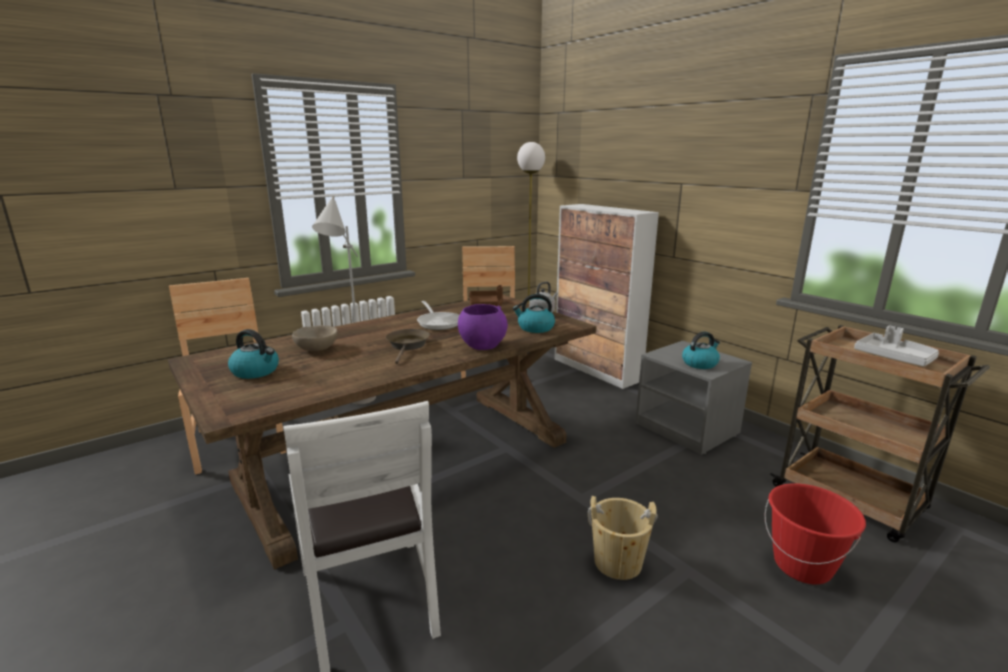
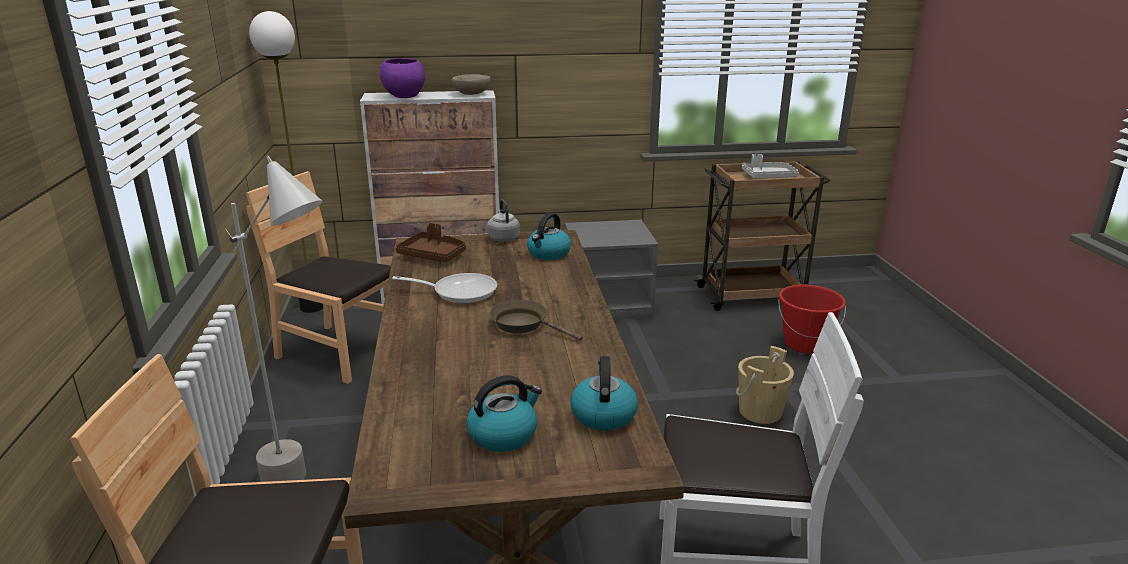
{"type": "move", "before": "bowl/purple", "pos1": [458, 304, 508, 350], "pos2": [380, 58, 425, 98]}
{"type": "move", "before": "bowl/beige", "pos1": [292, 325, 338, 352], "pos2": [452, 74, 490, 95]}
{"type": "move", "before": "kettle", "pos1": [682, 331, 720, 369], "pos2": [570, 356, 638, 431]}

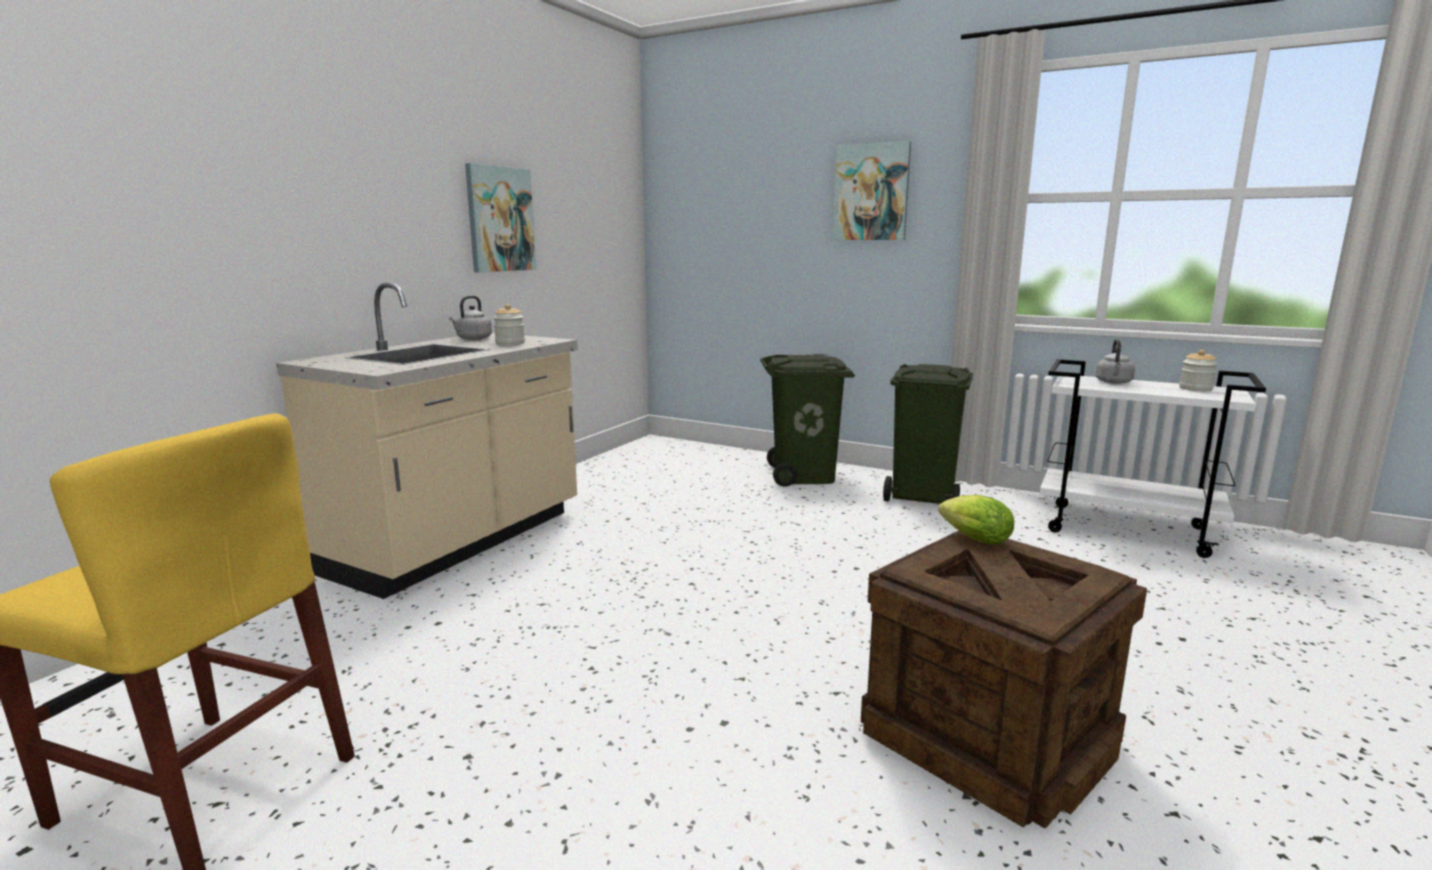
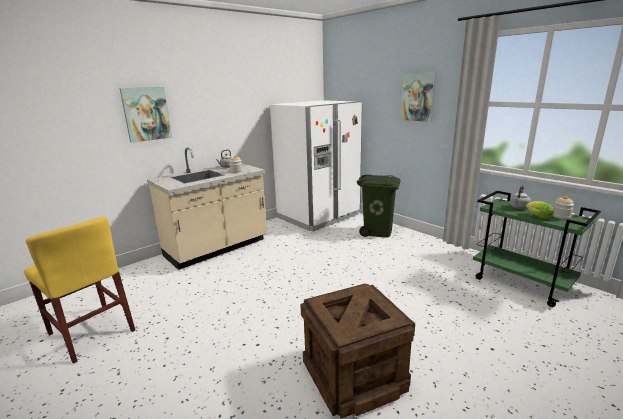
{"type": "move", "before": "picture", "pos1": [465, 163, 536, 272], "pos2": [120, 87, 172, 143]}
{"type": "recolor", "before": "cart/white", "after": "cart/green", "pos1": [1040, 359, 1266, 558], "pos2": [473, 191, 601, 307]}
{"type": "delete", "before": "trash can/green", "pos1": [883, 364, 973, 504]}
{"type": "move", "before": "lettuce", "pos1": [938, 495, 1014, 545], "pos2": [526, 201, 554, 219]}
{"type": "insert", "after": "fridge/white", "pos2": [270, 100, 362, 232]}

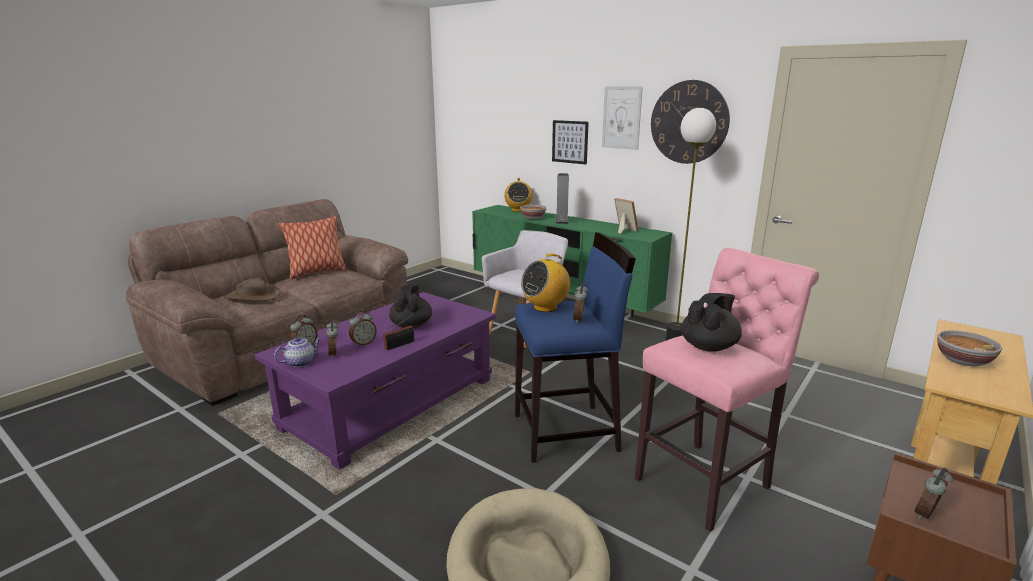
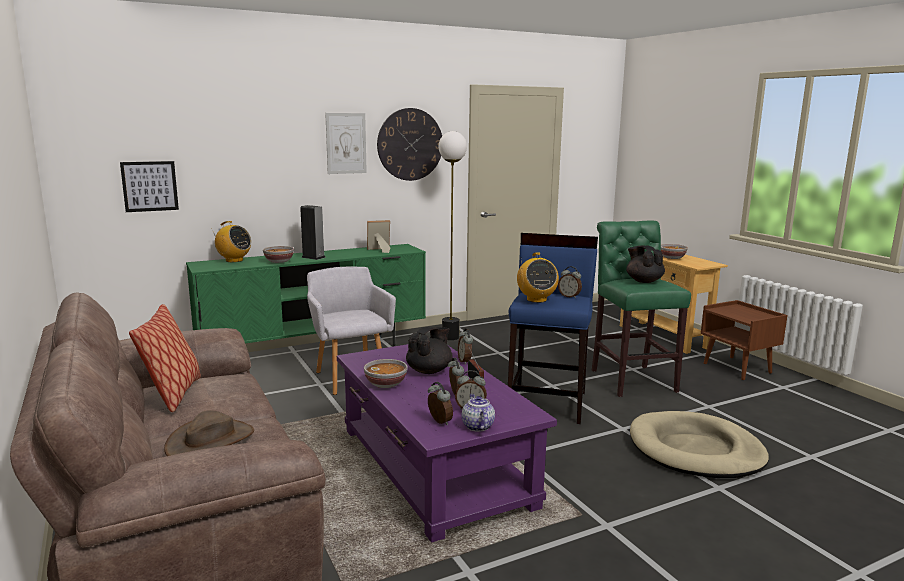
{"type": "move", "before": "picture", "pos1": [552, 120, 589, 164], "pos2": [120, 161, 179, 212]}
{"type": "recolor", "before": "stool/pink", "after": "stool/green", "pos1": [635, 248, 819, 532], "pos2": [592, 221, 691, 397]}
{"type": "rotate", "before": "teapot/black", "pos1": [389, 284, 432, 328], "pos2": [406, 327, 453, 374], "turn": 105}
{"type": "move", "before": "alarm clock", "pos1": [915, 467, 953, 519], "pos2": [458, 328, 473, 365]}
{"type": "insert", "after": "bowl", "pos2": [364, 359, 408, 388]}

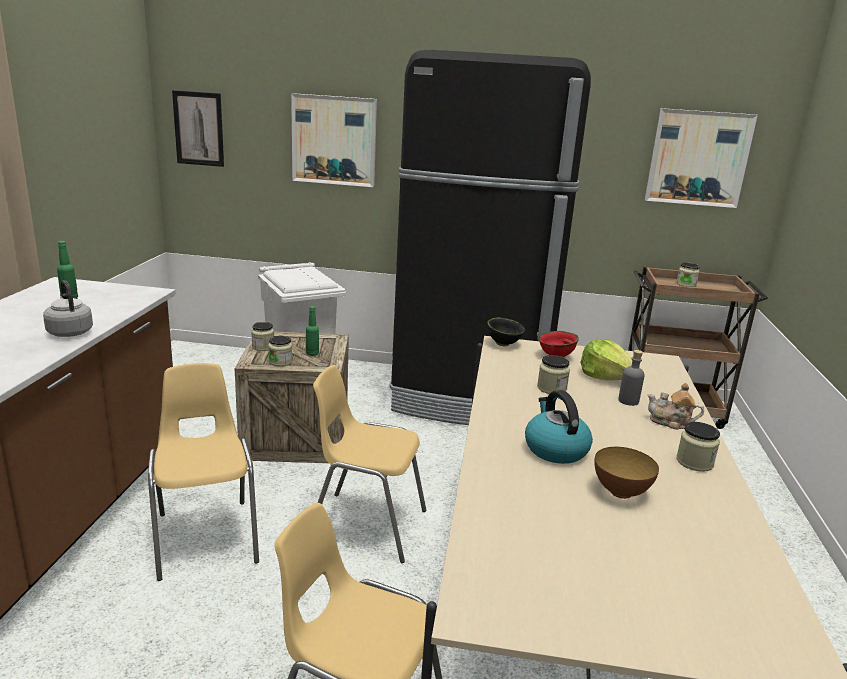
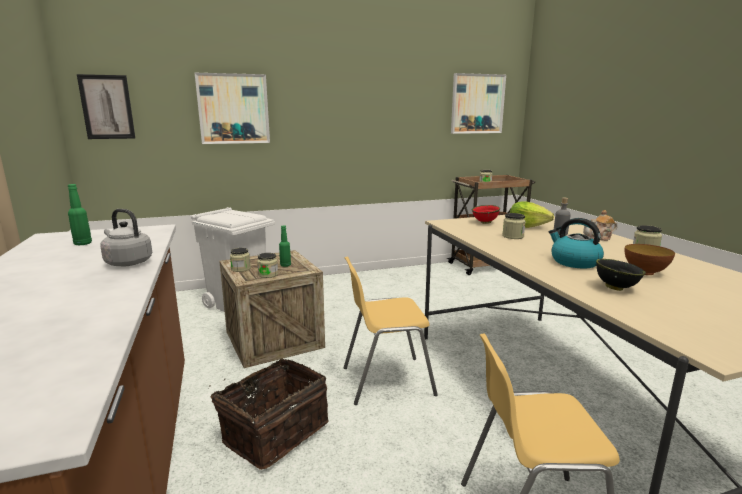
{"type": "delete", "before": "fridge/black", "pos1": [389, 50, 591, 425]}
{"type": "move", "before": "bowl/black", "pos1": [487, 317, 525, 346], "pos2": [596, 259, 646, 291]}
{"type": "replace", "before": "chair/yellow", "after": "basket", "pos1": [148, 363, 259, 581], "pos2": [208, 359, 328, 470]}

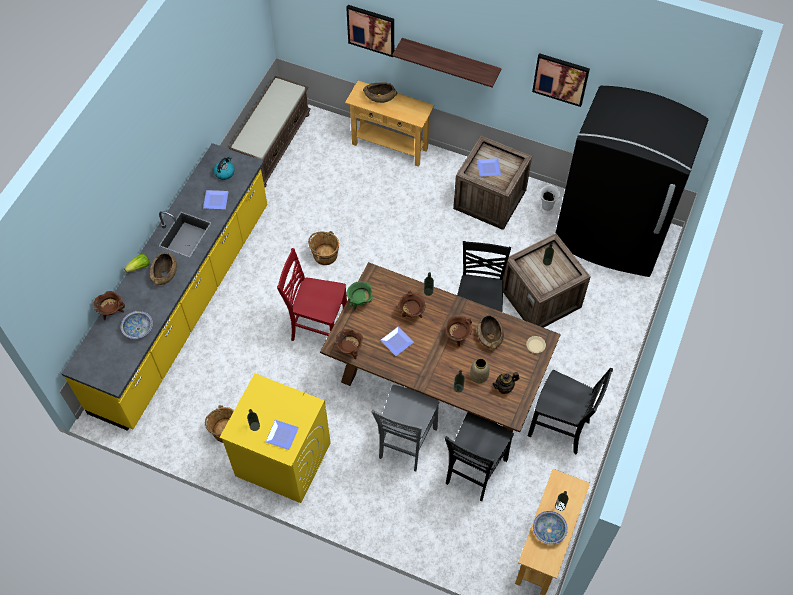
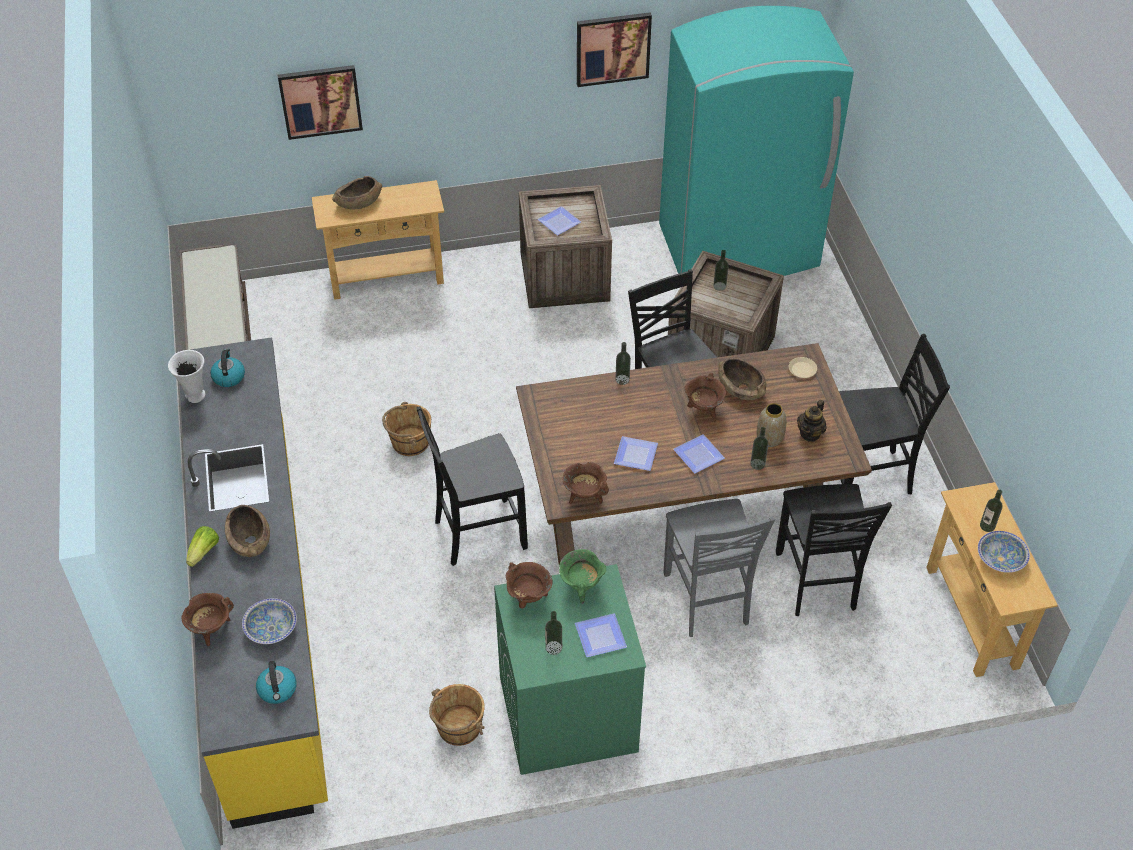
{"type": "delete", "before": "shelf", "pos1": [392, 38, 502, 88]}
{"type": "recolor", "before": "fridge/black", "after": "fridge/turquoise", "pos1": [556, 86, 708, 277], "pos2": [659, 6, 854, 276]}
{"type": "move", "before": "vase/white", "pos1": [540, 185, 560, 214], "pos2": [168, 350, 206, 403]}
{"type": "move", "before": "plate", "pos1": [203, 190, 229, 209], "pos2": [673, 434, 725, 473]}
{"type": "recolor", "before": "chair/red", "after": "chair/black", "pos1": [277, 248, 347, 341], "pos2": [417, 406, 528, 566]}
{"type": "move", "before": "cooking pot/green", "pos1": [347, 281, 373, 311], "pos2": [559, 549, 606, 604]}
{"type": "move", "before": "cooking pot/brown", "pos1": [398, 291, 425, 318], "pos2": [506, 562, 552, 609]}
{"type": "recolor", "before": "washing machine/yellow", "after": "washing machine/green", "pos1": [219, 374, 331, 503], "pos2": [494, 564, 646, 775]}
{"type": "insert", "after": "kettle", "pos2": [256, 661, 297, 704]}

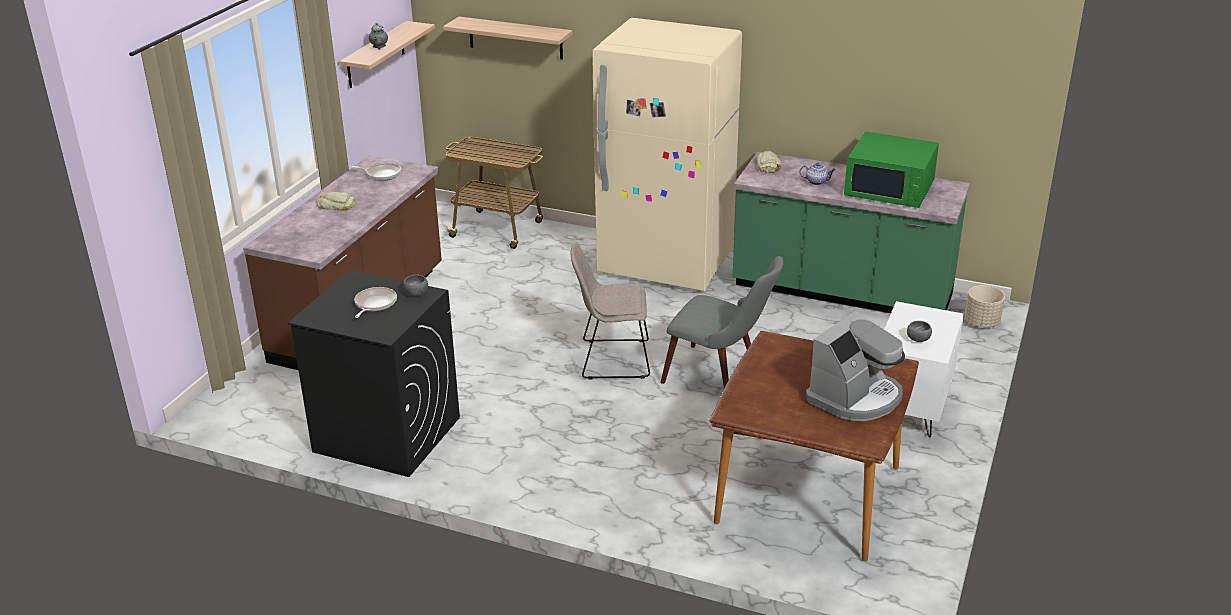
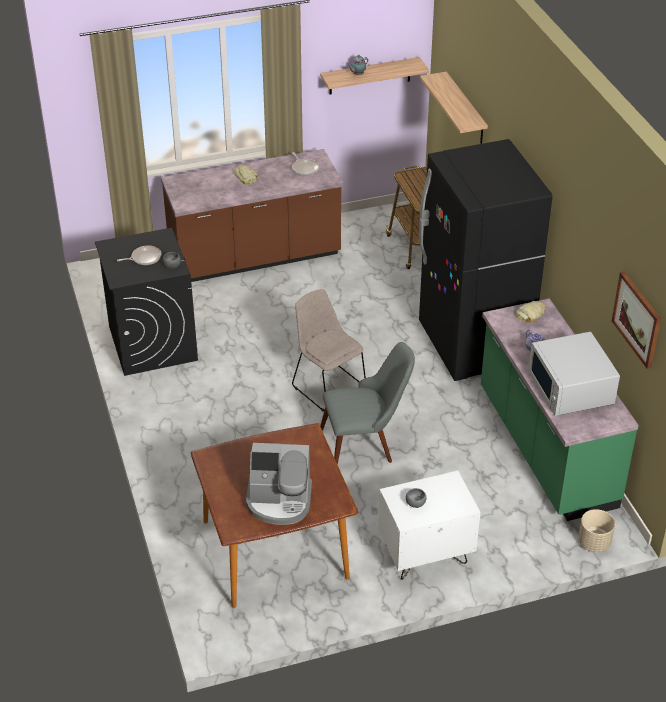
{"type": "recolor", "before": "fridge/beige", "after": "fridge/black", "pos1": [592, 18, 742, 291], "pos2": [419, 139, 552, 381]}
{"type": "recolor", "before": "microwave/green", "after": "microwave/white", "pos1": [844, 132, 939, 208], "pos2": [528, 332, 620, 416]}
{"type": "rotate", "before": "chair/grey", "pos1": [660, 256, 783, 388], "pos2": [320, 342, 415, 465], "turn": -90}
{"type": "insert", "after": "picture", "pos2": [612, 271, 661, 369]}

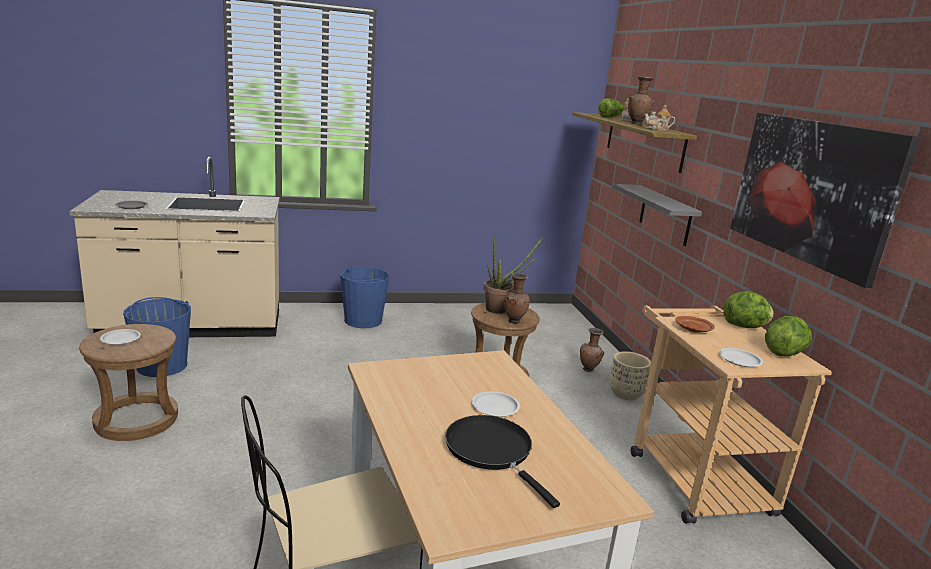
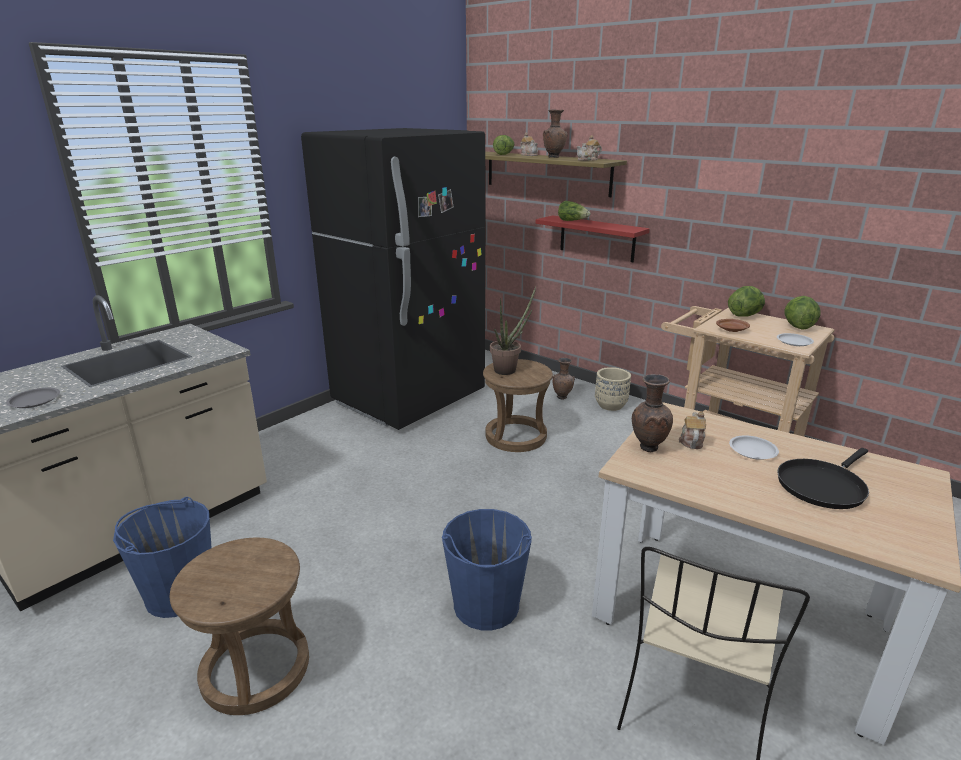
{"type": "delete", "before": "picture", "pos1": [730, 113, 920, 288]}
{"type": "recolor", "before": "shelf/grey", "after": "shelf/red", "pos1": [612, 184, 702, 246], "pos2": [536, 215, 650, 262]}
{"type": "move", "before": "bucket/blue", "pos1": [340, 265, 390, 328], "pos2": [442, 509, 532, 630]}
{"type": "move", "before": "vase/brown", "pos1": [504, 273, 530, 324], "pos2": [632, 374, 673, 452]}
{"type": "delete", "before": "plate/white", "pos1": [100, 329, 141, 345]}
{"type": "rotate", "before": "frying pan/black", "pos1": [445, 415, 560, 508], "pos2": [778, 448, 869, 509], "turn": -60}
{"type": "insert", "after": "fridge/black", "pos2": [301, 128, 485, 430]}
{"type": "insert", "after": "lettuce", "pos2": [558, 201, 590, 221]}
{"type": "insert", "after": "teapot", "pos2": [679, 411, 706, 449]}

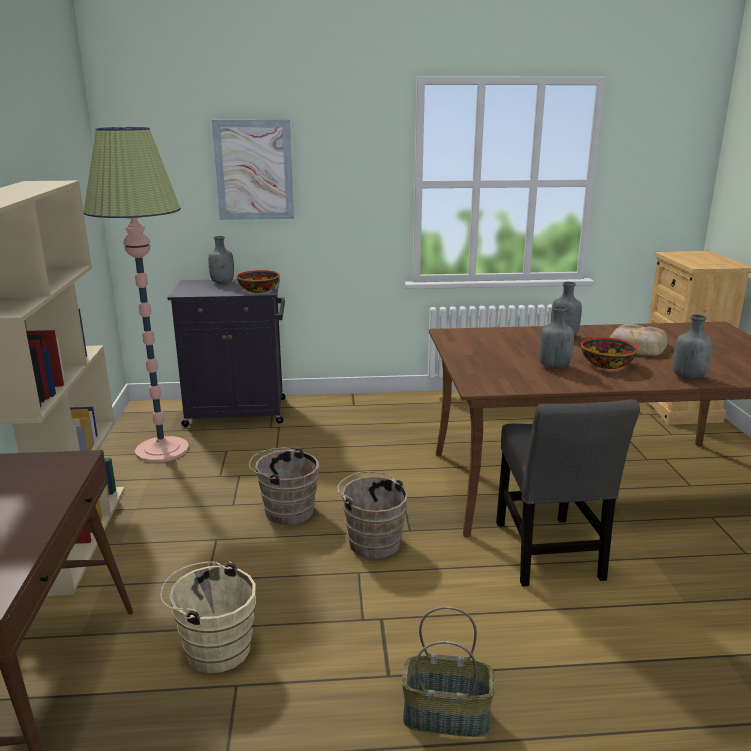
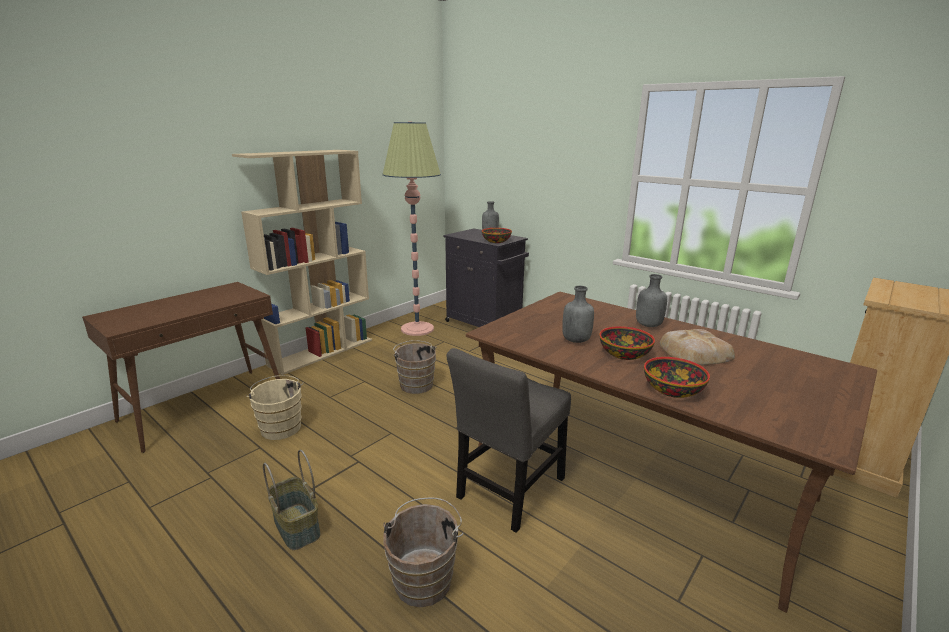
{"type": "delete", "before": "picture", "pos1": [212, 120, 294, 220]}
{"type": "replace", "before": "bottle/grey", "after": "bowl", "pos1": [673, 314, 713, 380], "pos2": [644, 357, 710, 398]}
{"type": "move", "before": "bucket/brown", "pos1": [337, 472, 408, 559], "pos2": [383, 498, 464, 607]}

